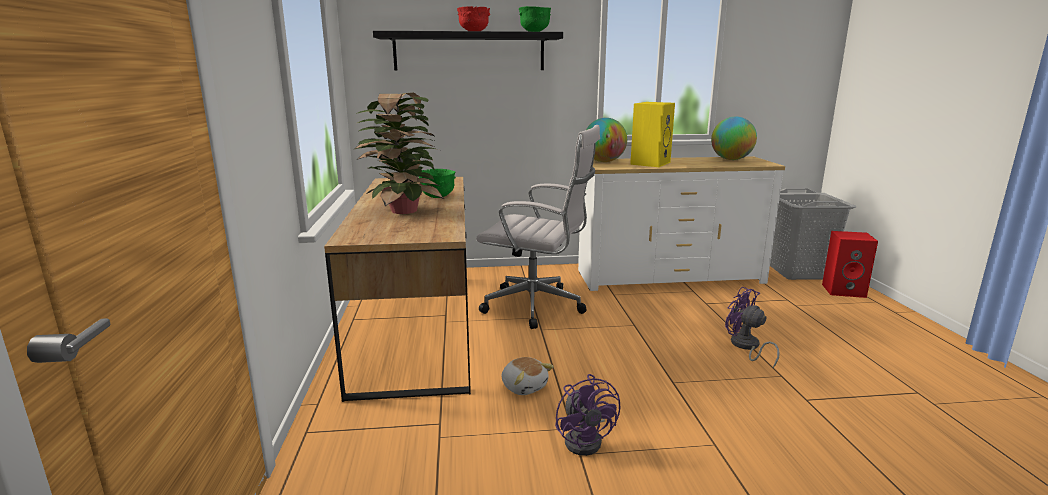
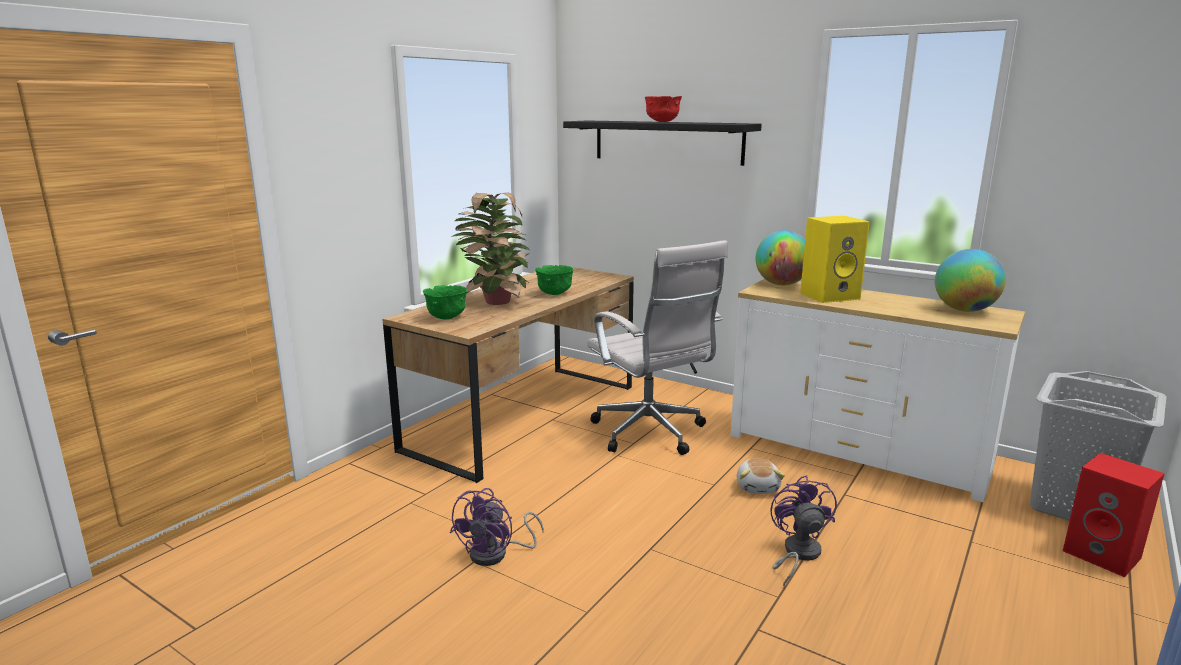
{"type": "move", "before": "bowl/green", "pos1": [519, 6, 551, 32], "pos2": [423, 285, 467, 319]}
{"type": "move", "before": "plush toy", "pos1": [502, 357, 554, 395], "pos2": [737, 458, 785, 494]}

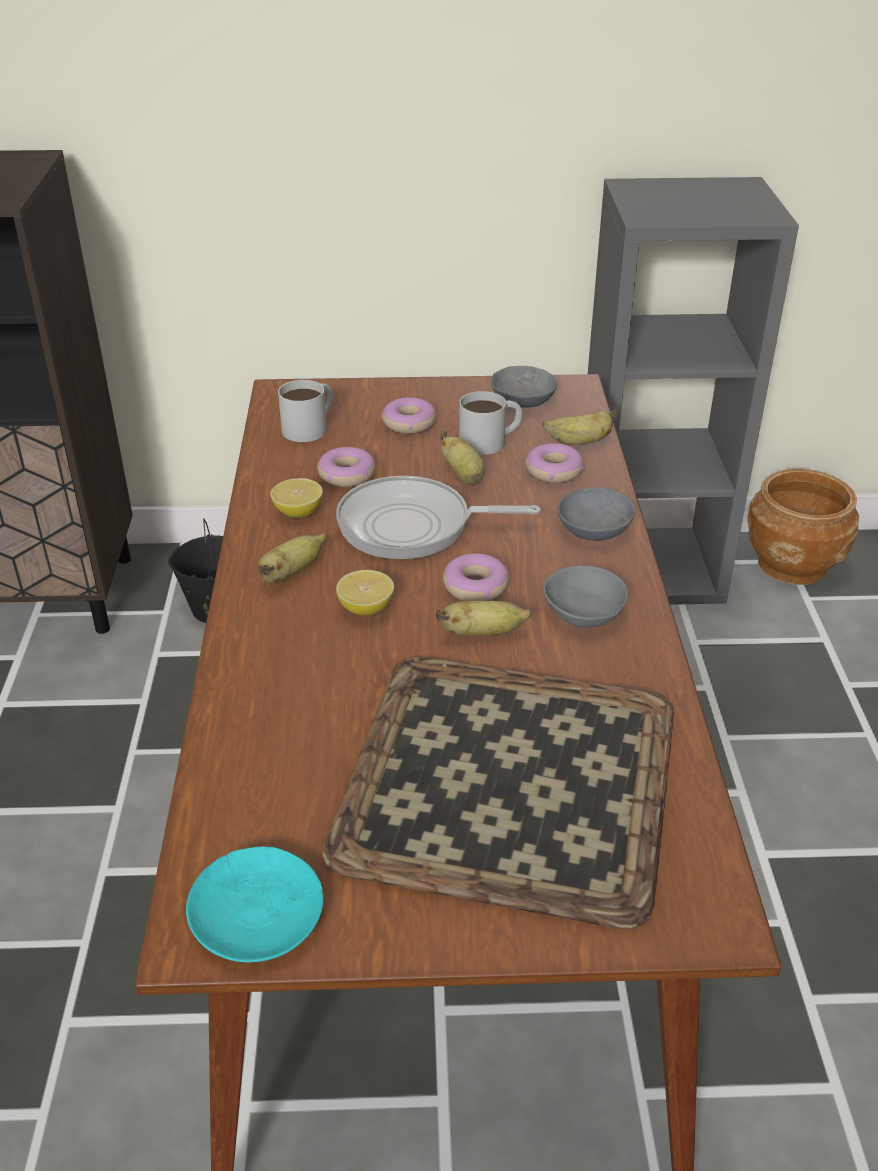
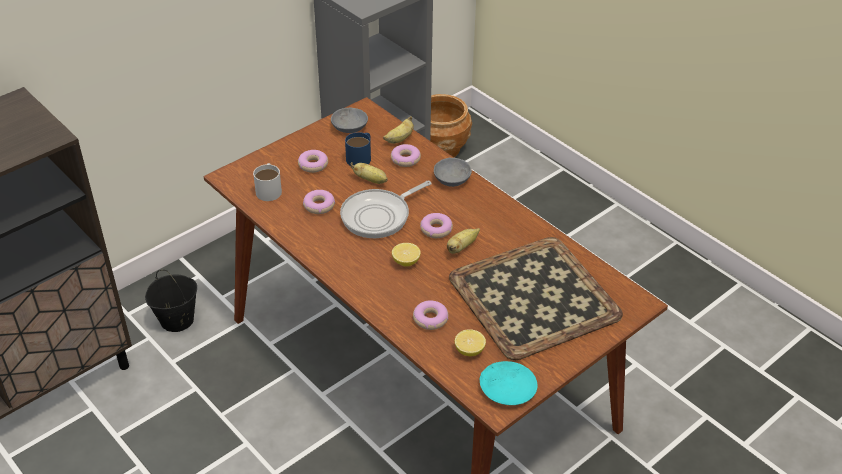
{"type": "recolor", "before": "mug/white", "after": "mug/blue", "pos1": [459, 391, 522, 455], "pos2": [345, 132, 371, 165]}
{"type": "move", "before": "lemon", "pos1": [270, 478, 323, 518], "pos2": [455, 330, 486, 356]}
{"type": "delete", "before": "banana", "pos1": [258, 533, 326, 583]}
{"type": "delete", "before": "bowl/grey", "pos1": [544, 566, 628, 628]}
{"type": "insert", "after": "donut", "pos2": [413, 300, 448, 330]}

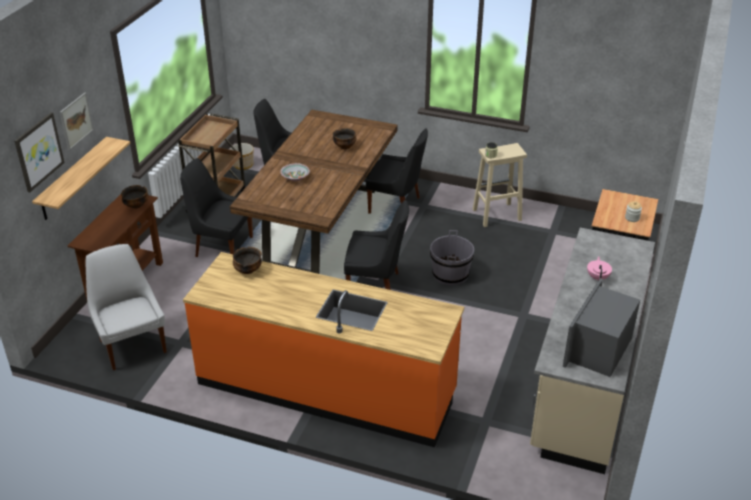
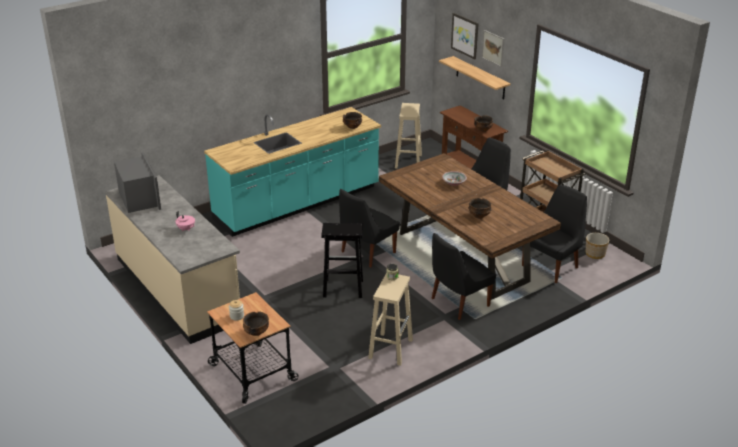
{"type": "replace", "before": "bucket/grey", "after": "stool/black", "pos1": [430, 230, 474, 285], "pos2": [321, 223, 363, 298]}
{"type": "replace", "before": "chair/white", "after": "stool/beige", "pos1": [86, 244, 167, 370], "pos2": [395, 103, 422, 169]}
{"type": "recolor", "before": "counter/orange", "after": "counter/turquoise", "pos1": [183, 252, 464, 447], "pos2": [204, 107, 381, 237]}
{"type": "insert", "after": "bowl", "pos2": [243, 311, 269, 336]}

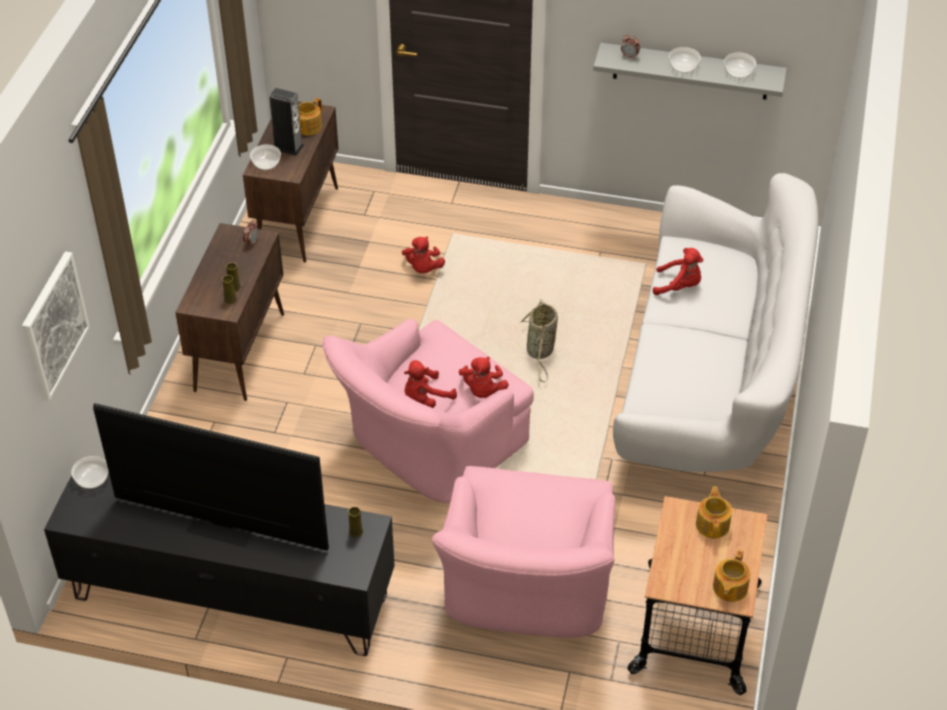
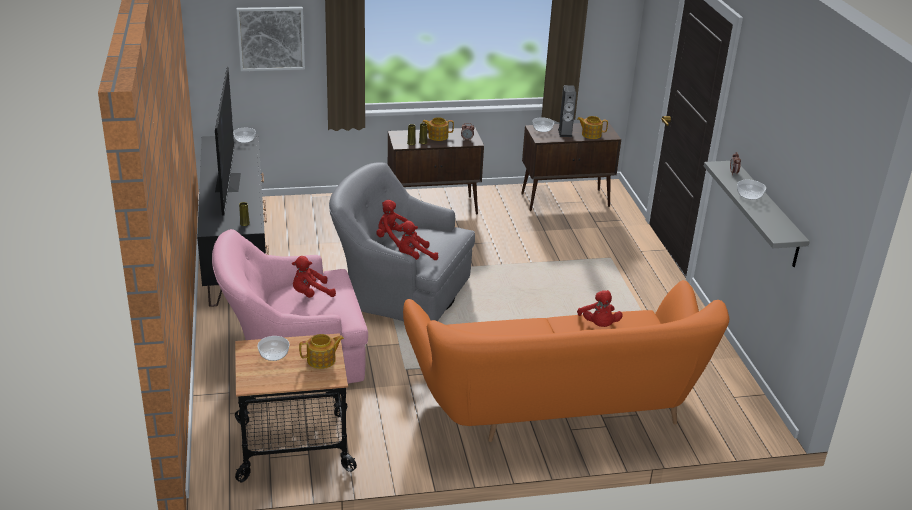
{"type": "move", "before": "bowl", "pos1": [724, 52, 756, 78], "pos2": [257, 336, 290, 361]}
{"type": "recolor", "before": "sofa/white", "after": "sofa/orange", "pos1": [613, 173, 819, 472], "pos2": [403, 280, 729, 442]}
{"type": "move", "before": "plush toy/red", "pos1": [402, 236, 445, 273], "pos2": [292, 256, 336, 298]}
{"type": "delete", "before": "basket", "pos1": [519, 299, 558, 382]}
{"type": "recolor", "before": "armchair/pink", "after": "armchair/grey", "pos1": [322, 319, 534, 503], "pos2": [329, 162, 475, 321]}
{"type": "move", "before": "teapot", "pos1": [713, 550, 751, 602], "pos2": [422, 117, 454, 141]}

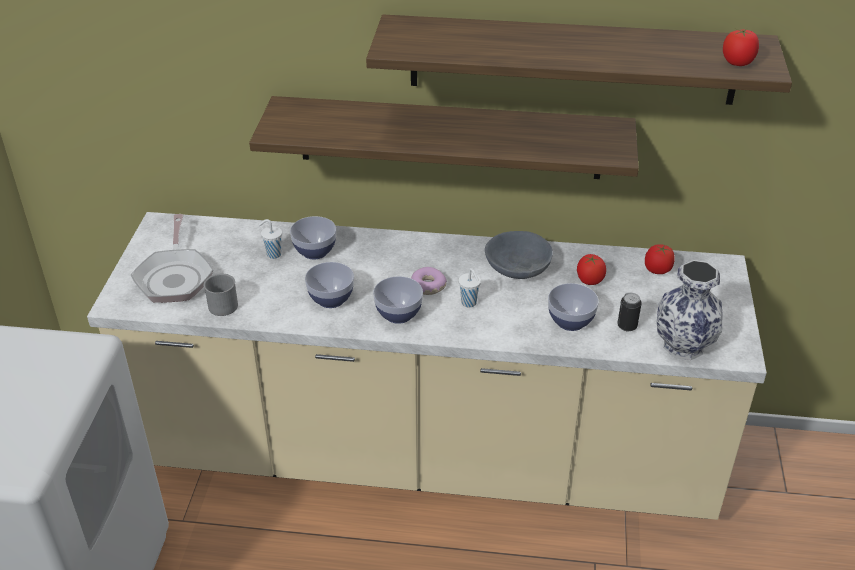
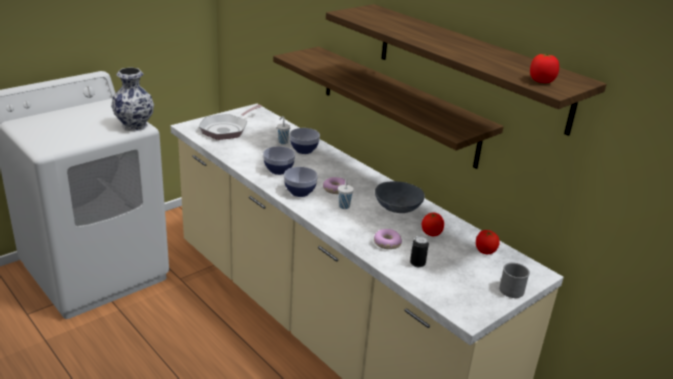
{"type": "move", "before": "vase", "pos1": [657, 260, 723, 360], "pos2": [111, 67, 154, 132]}
{"type": "move", "before": "mug/grey", "pos1": [204, 274, 238, 316], "pos2": [499, 263, 530, 298]}
{"type": "replace", "before": "bowl", "after": "donut", "pos1": [548, 283, 599, 331], "pos2": [374, 229, 402, 249]}

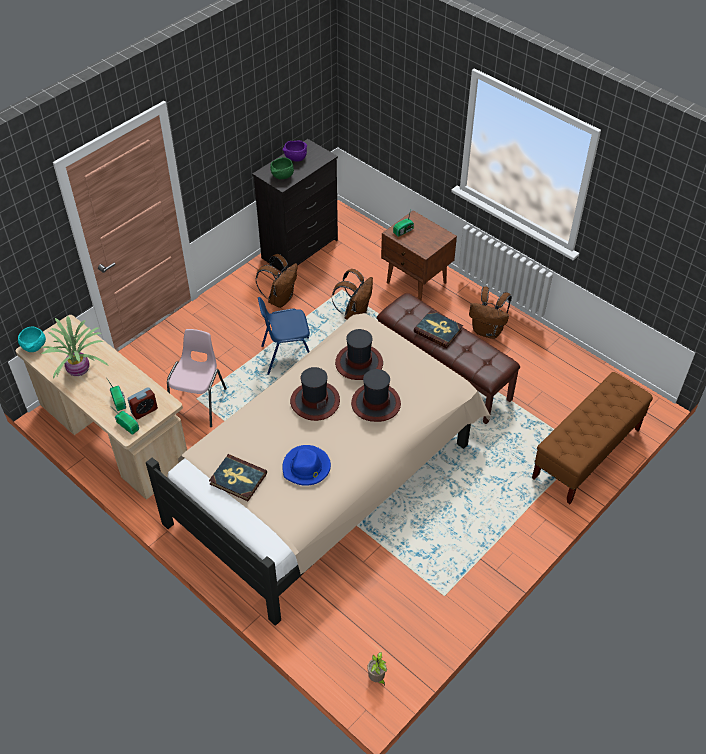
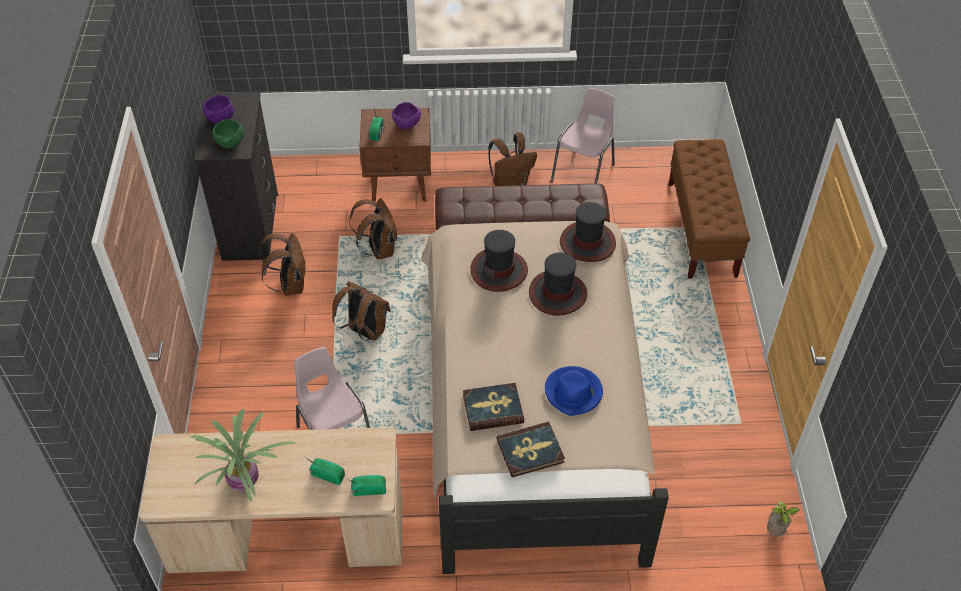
{"type": "replace", "before": "chair/blue", "after": "backpack/brown", "pos1": [258, 297, 310, 375], "pos2": [332, 281, 391, 341]}
{"type": "move", "before": "book", "pos1": [414, 310, 463, 348], "pos2": [463, 383, 524, 431]}
{"type": "delete", "before": "bowl/turquoise", "pos1": [18, 326, 46, 352]}
{"type": "move", "before": "hat", "pos1": [290, 367, 340, 421], "pos2": [560, 202, 616, 262]}
{"type": "delete", "before": "alarm clock", "pos1": [128, 387, 158, 419]}
{"type": "insert", "after": "chair/pink", "pos2": [551, 88, 615, 184]}
{"type": "insert", "after": "bowl/purple", "pos2": [392, 102, 422, 129]}

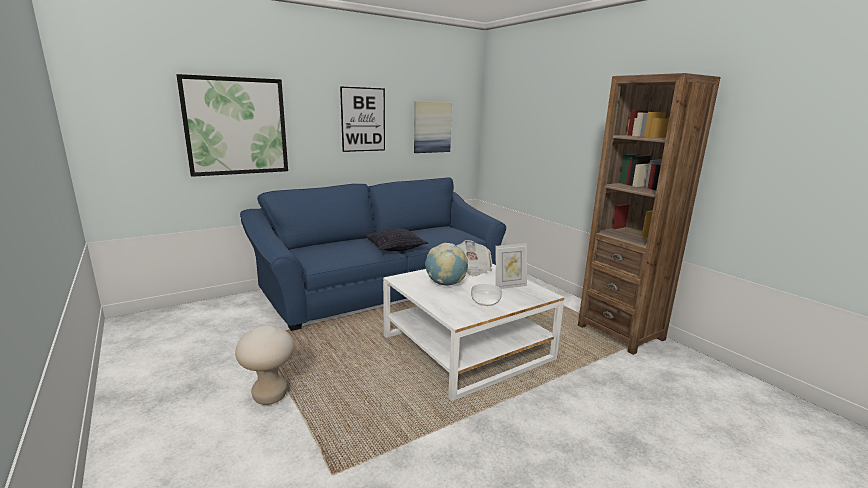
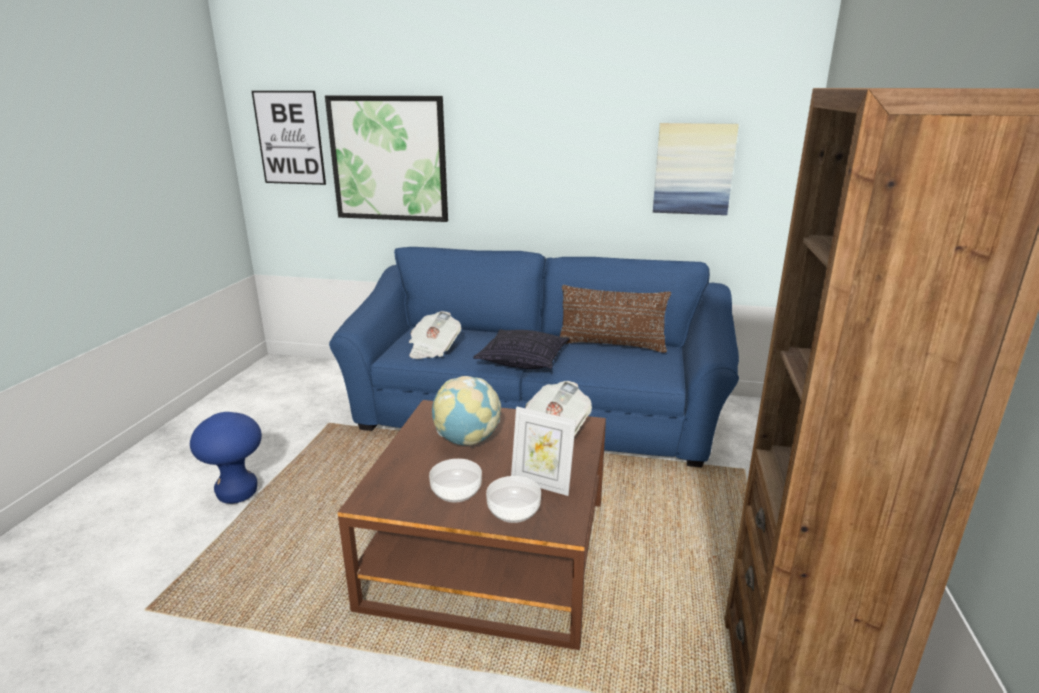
{"type": "move", "before": "picture", "pos1": [340, 87, 385, 152], "pos2": [252, 91, 326, 185]}
{"type": "recolor", "before": "coffee table/white", "after": "coffee table/brown", "pos1": [383, 263, 565, 401], "pos2": [338, 400, 606, 650]}
{"type": "recolor", "before": "stool/beige", "after": "stool/blue", "pos1": [235, 325, 295, 405], "pos2": [190, 412, 262, 504]}
{"type": "insert", "after": "pillow/brown", "pos2": [559, 285, 671, 353]}
{"type": "insert", "after": "newspaper", "pos2": [409, 311, 461, 359]}
{"type": "insert", "after": "bowl", "pos2": [486, 476, 541, 523]}

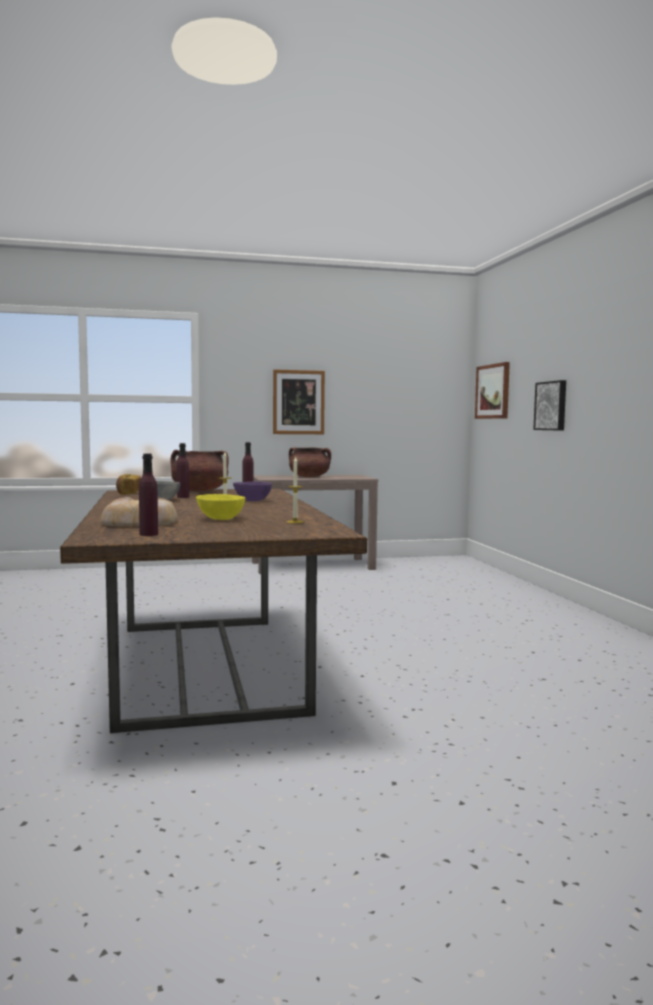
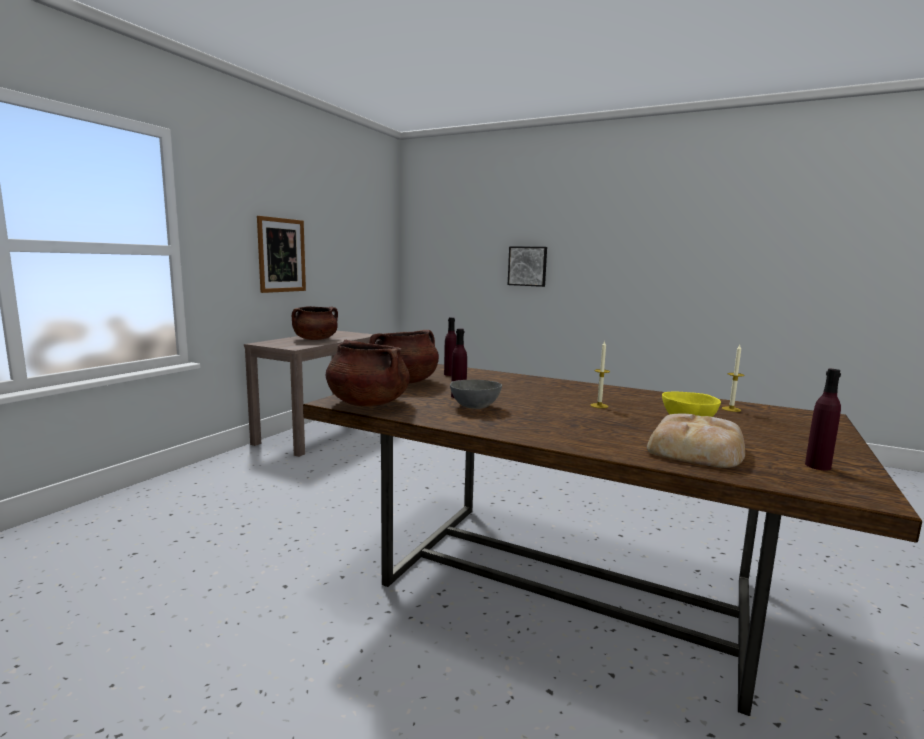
{"type": "delete", "before": "picture", "pos1": [475, 362, 510, 419]}
{"type": "replace", "before": "bread", "after": "cooking pot/brown", "pos1": [116, 474, 141, 495], "pos2": [326, 340, 410, 406]}
{"type": "delete", "before": "bowl/purple", "pos1": [233, 481, 272, 501]}

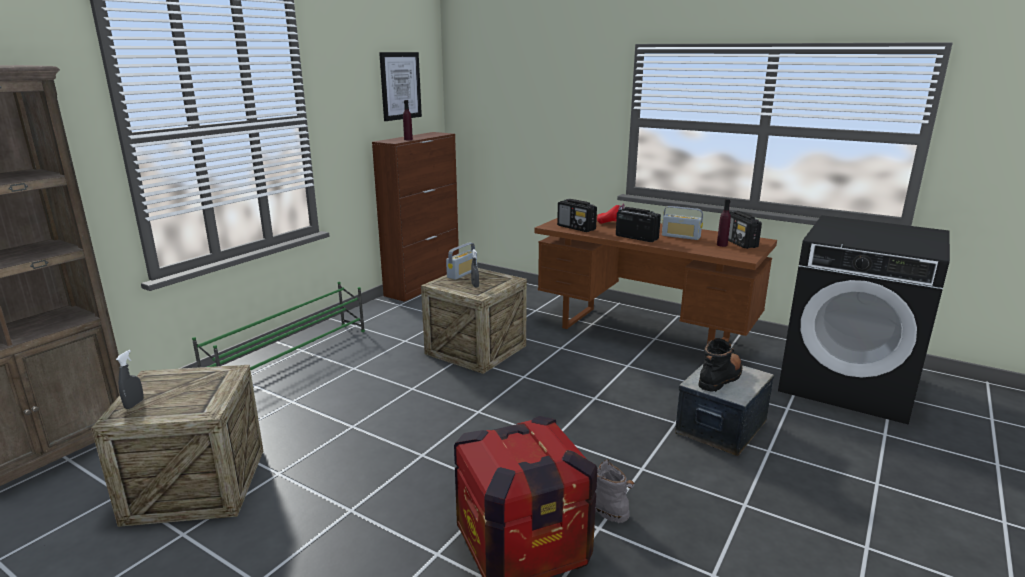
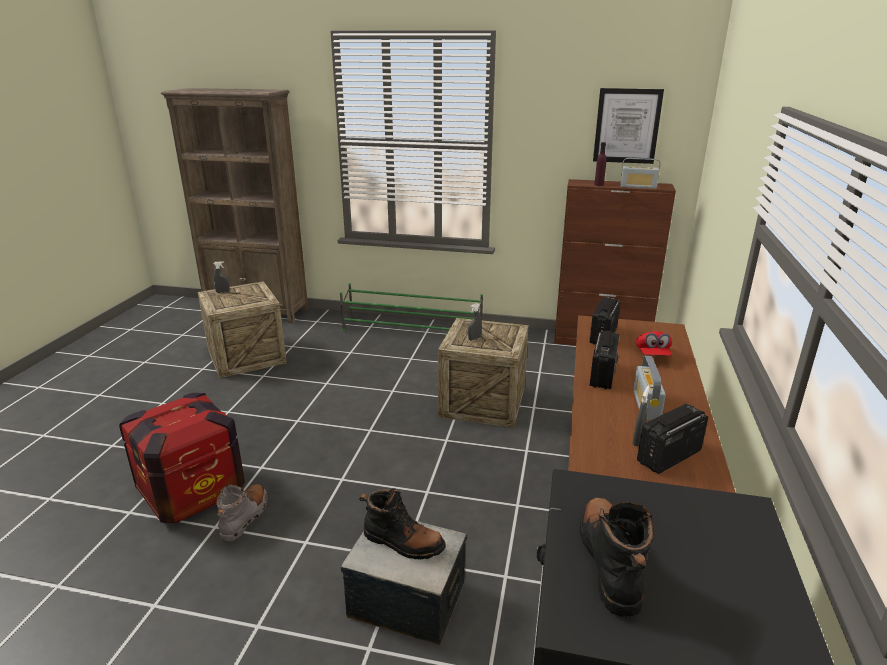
{"type": "replace", "before": "bottle/purple", "after": "spray bottle/grey", "pos1": [717, 199, 731, 247], "pos2": [633, 385, 650, 447]}
{"type": "move", "before": "radio", "pos1": [446, 242, 477, 280], "pos2": [620, 158, 660, 189]}
{"type": "insert", "after": "boot/black", "pos2": [580, 498, 654, 618]}

